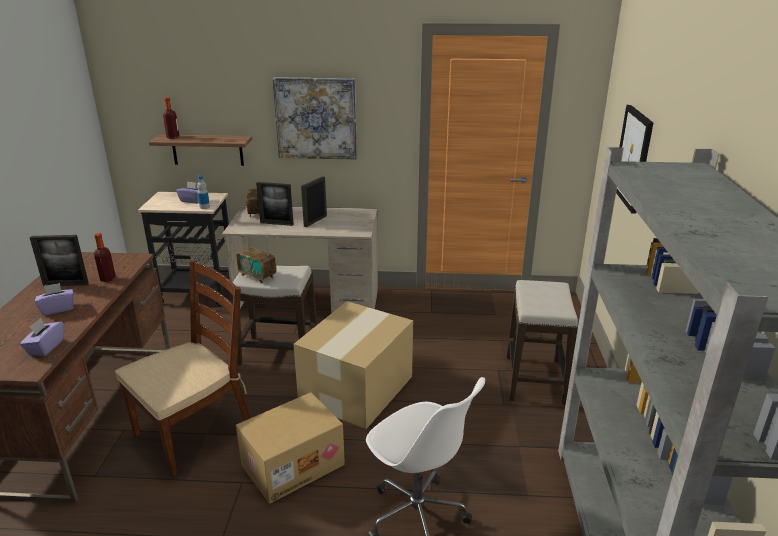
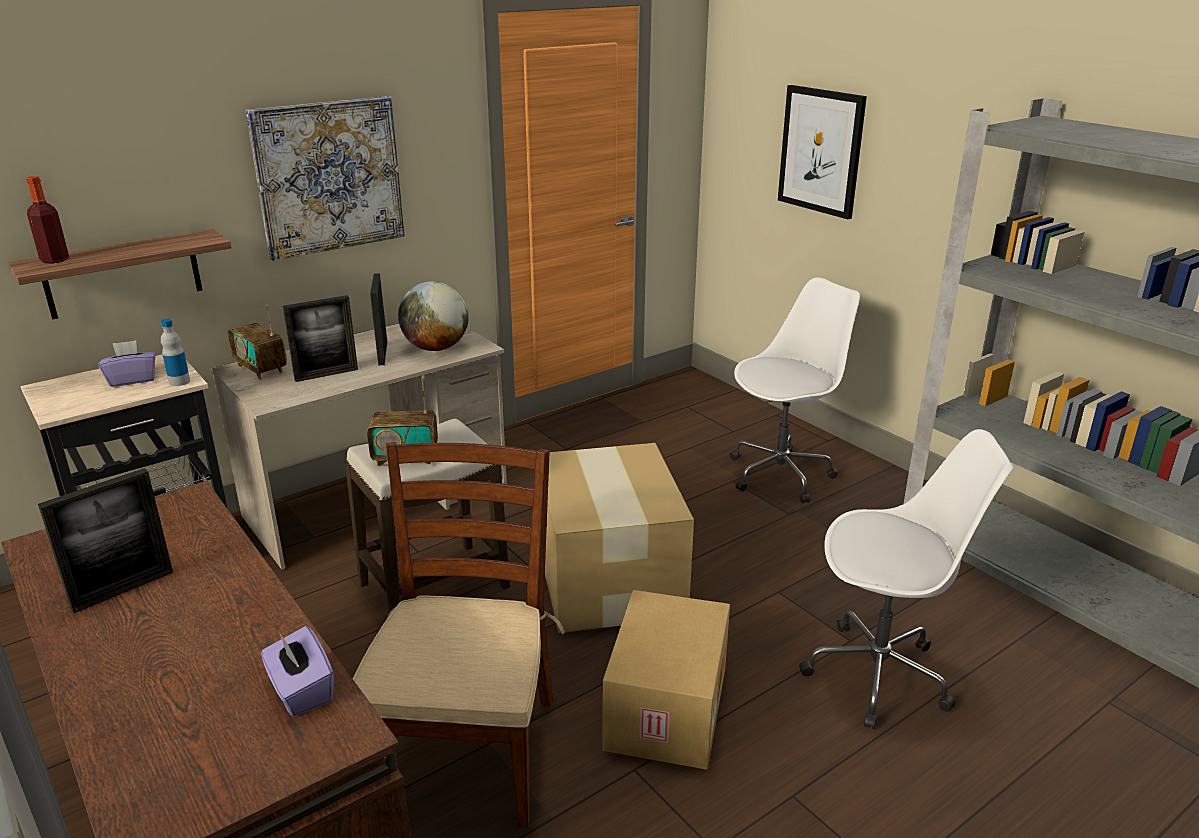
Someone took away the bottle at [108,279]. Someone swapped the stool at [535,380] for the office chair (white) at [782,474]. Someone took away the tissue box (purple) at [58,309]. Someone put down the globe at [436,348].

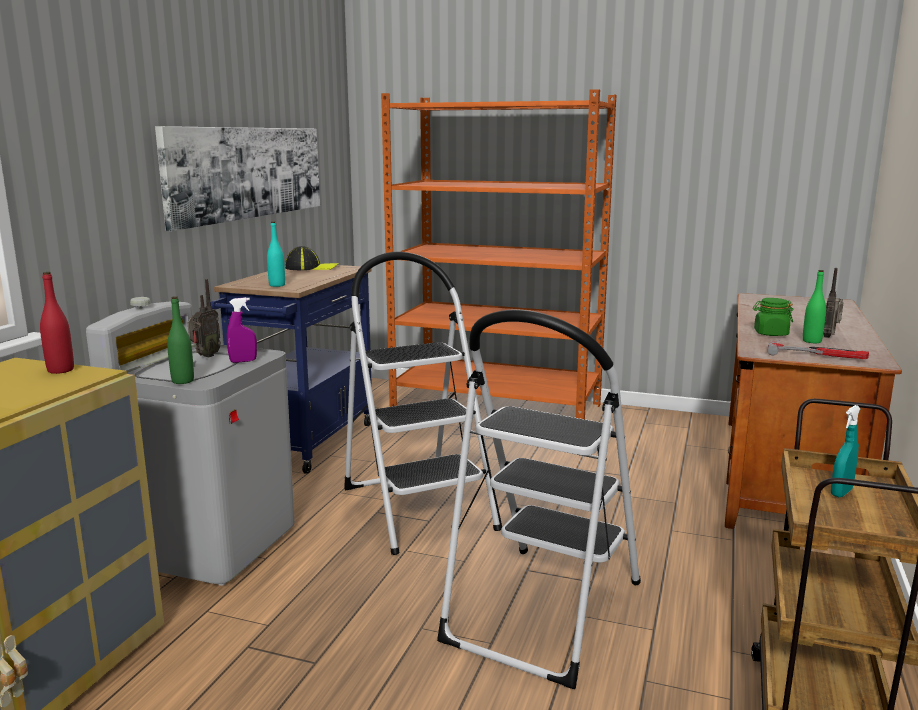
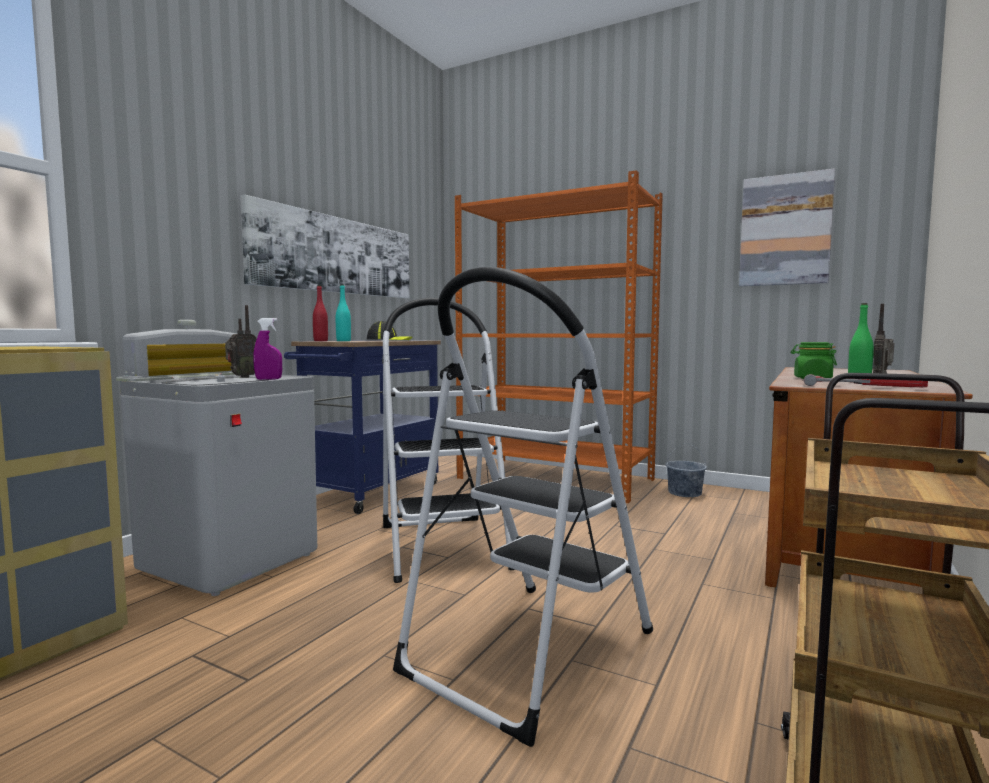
Someone carried the bottle (red) from [60,370] to [320,341]. Someone took away the bottle (green) at [183,381]. Someone took away the spray bottle (turquoise) at [841,492]. Someone put up the picture at [785,230]. Someone put down the bucket (grey) at [684,493].

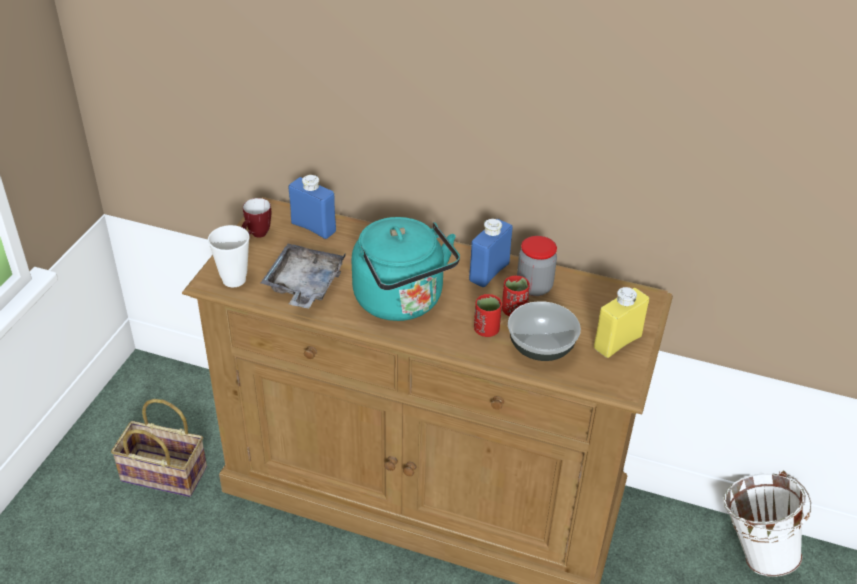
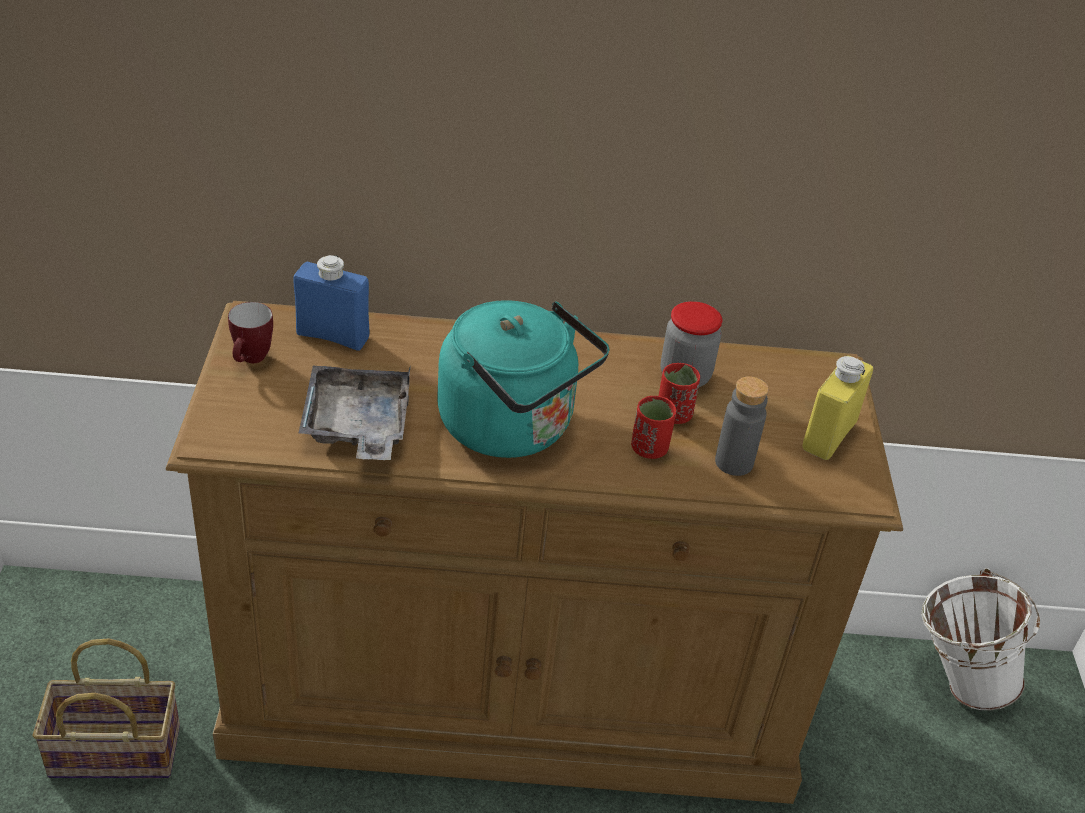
Someone took away the bottle (blue) at [489,272]. Someone took away the cup at [234,279]. Someone swapped the bowl at [540,348] for the bottle (grey) at [734,462].

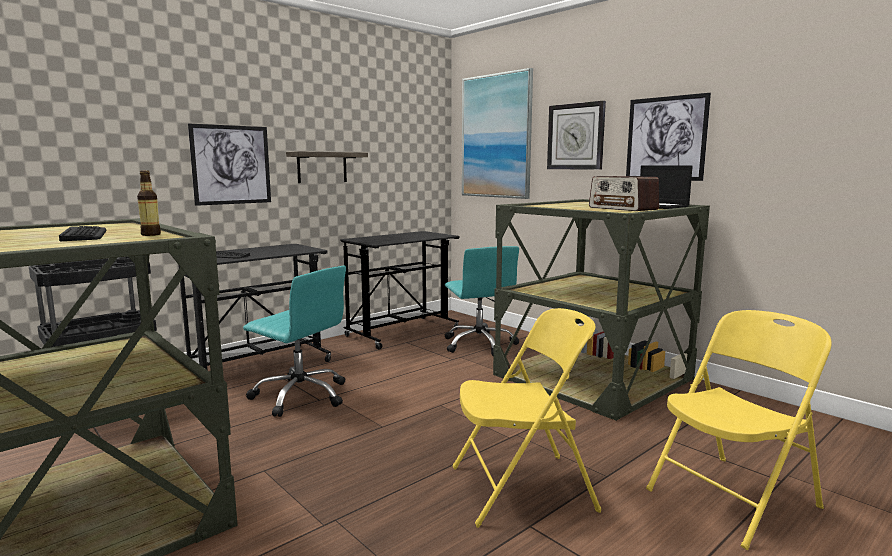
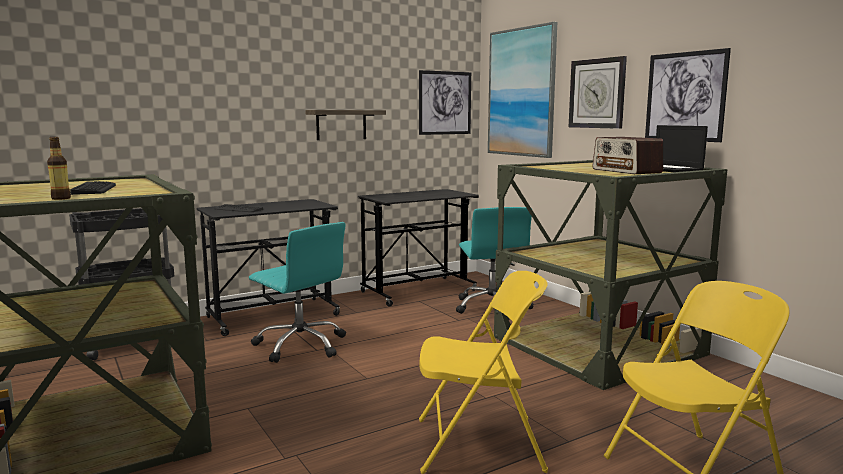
Someone carried the picture from [231,165] to [445,103]. Someone carried the bottle from [151,234] to [61,198].

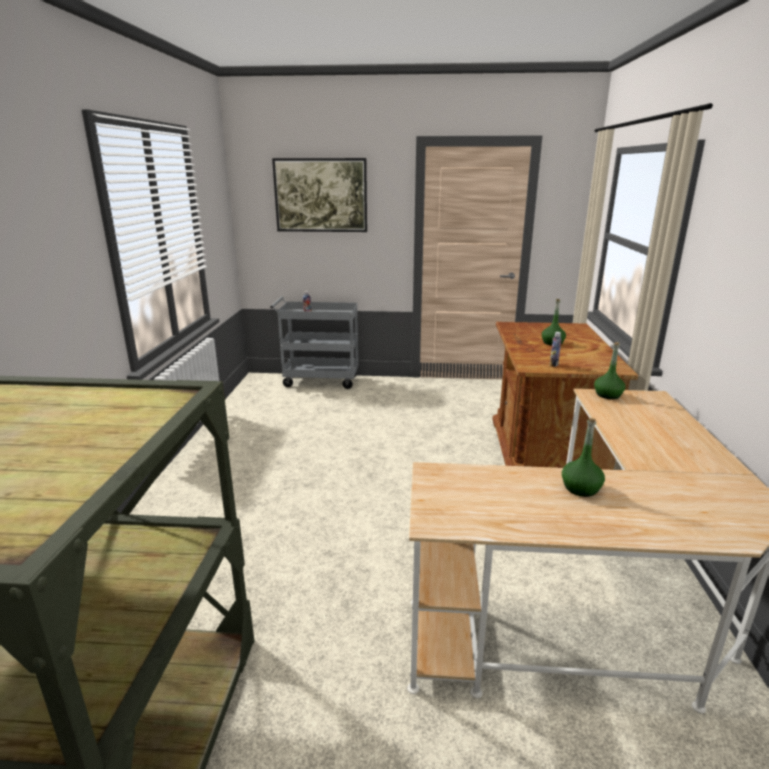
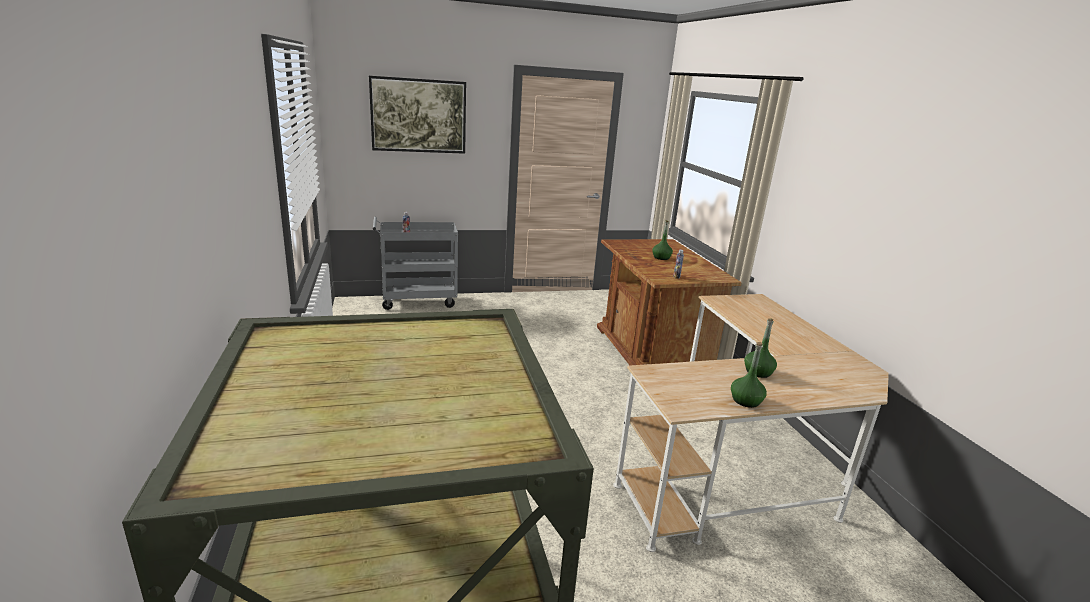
Someone carried the bottle (green) from [607,395] to [745,401].

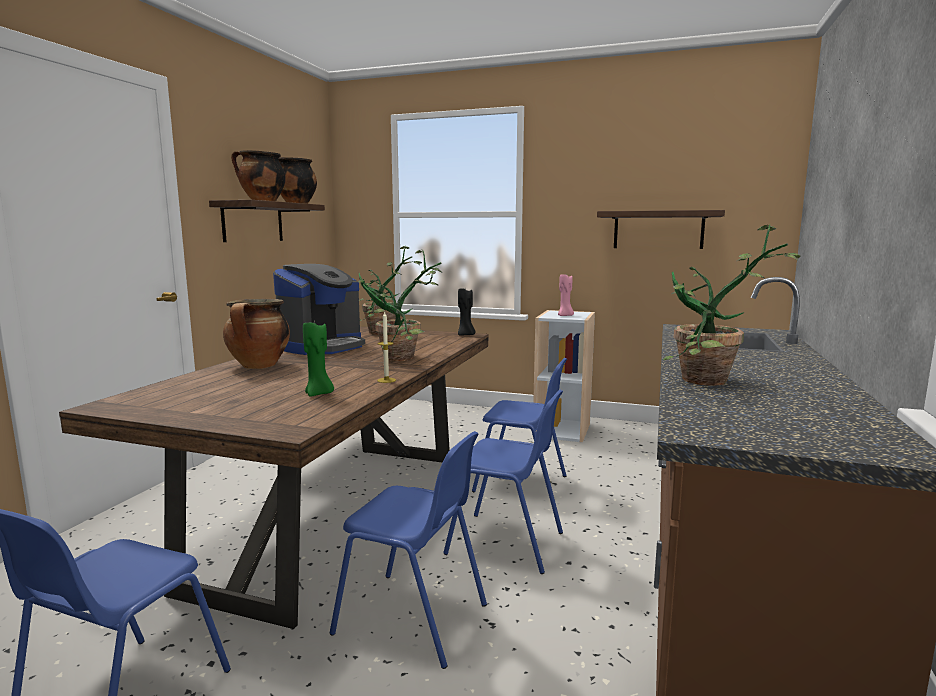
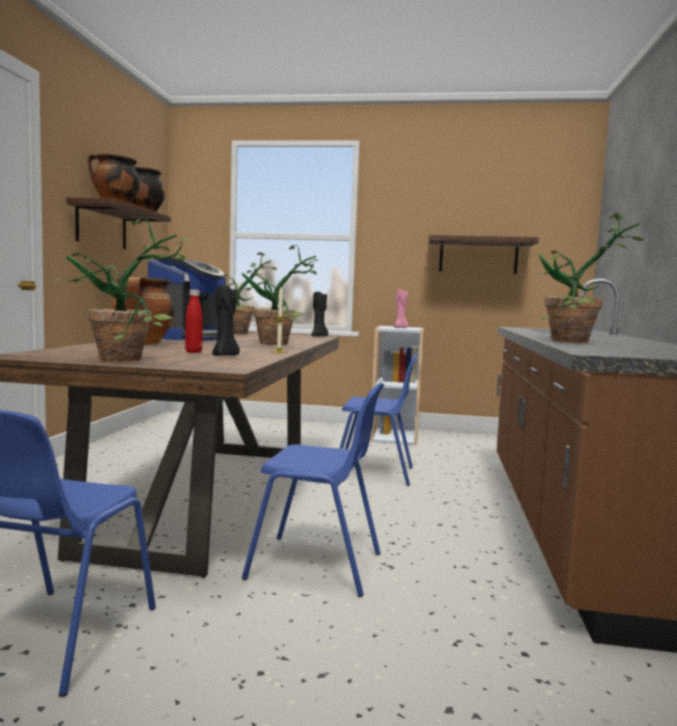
Someone repainted the candle (green) at [319,394], which became the candle (black) at [225,355]. Someone took away the chair (blue) at [506,543]. Someone put down the potted plant at [133,359]. Someone put down the bottle (red) at [193,352].

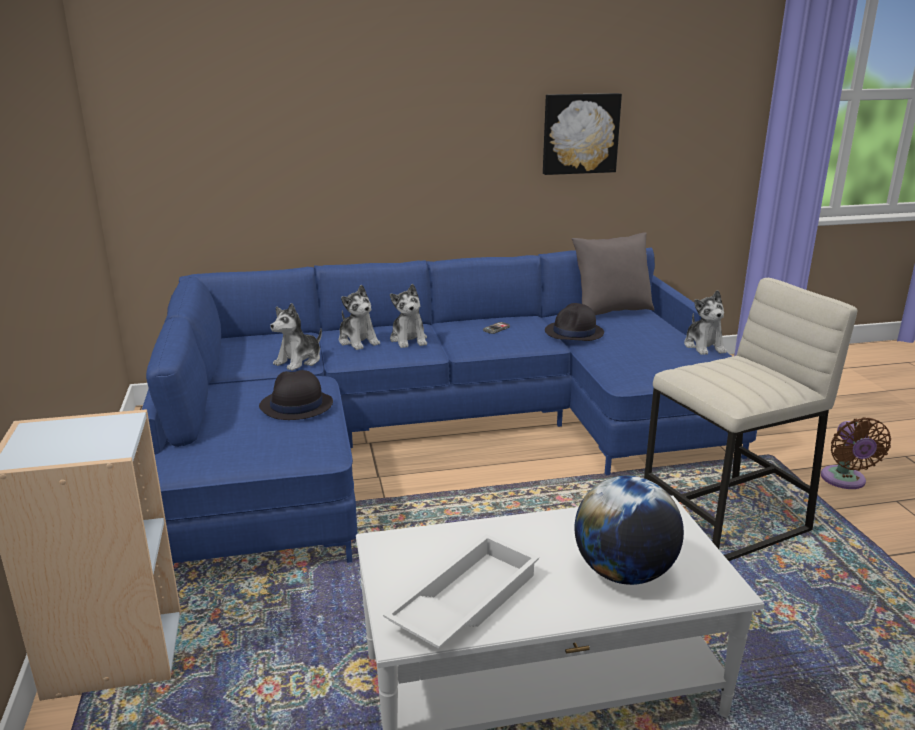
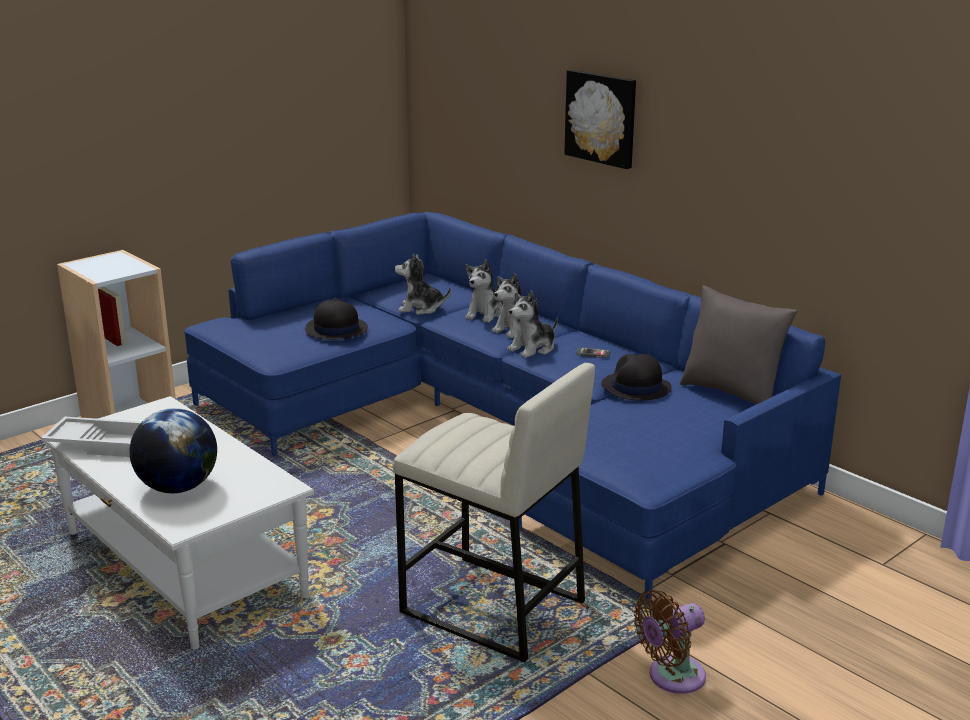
Someone carried the picture from [580,133] to [602,118]. Someone carried the plush toy from [704,346] to [533,348].

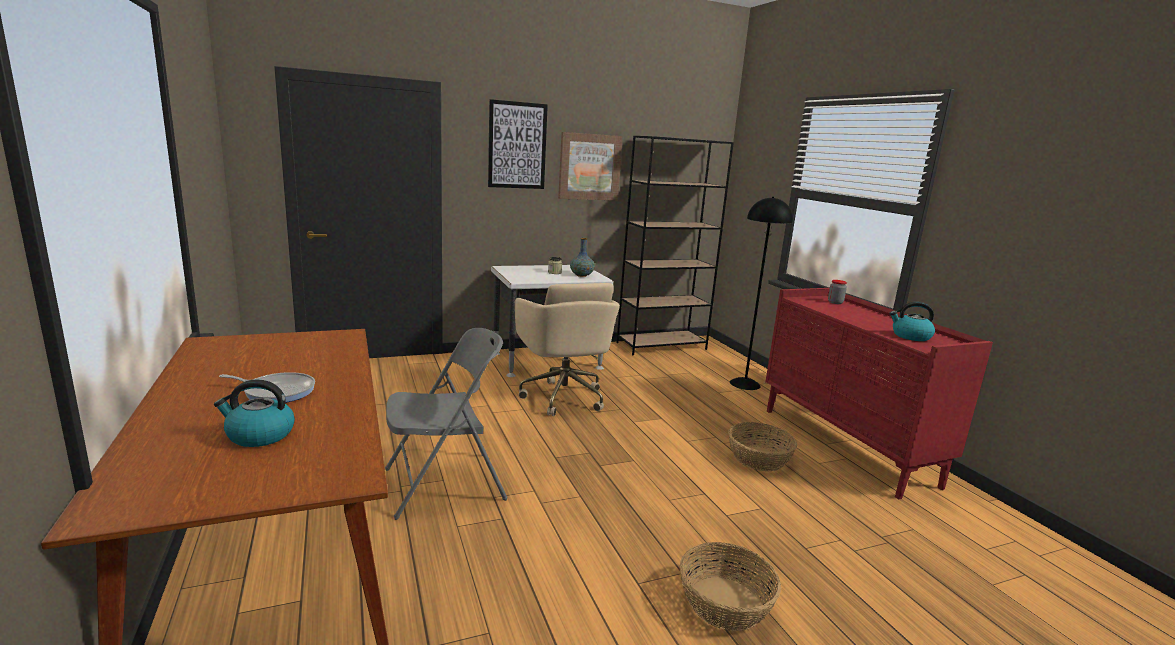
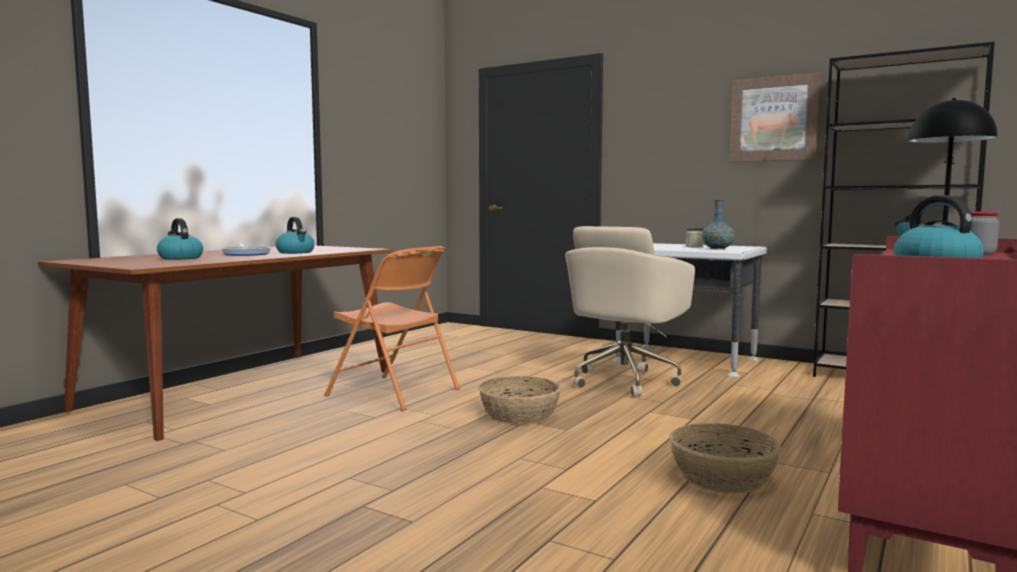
Someone took away the picture at [517,145]. Someone repainted the chair (grey) at [444,484], which became the chair (orange) at [393,393]. Someone carried the basket from [725,603] to [520,415]. Someone put down the kettle at [296,252].

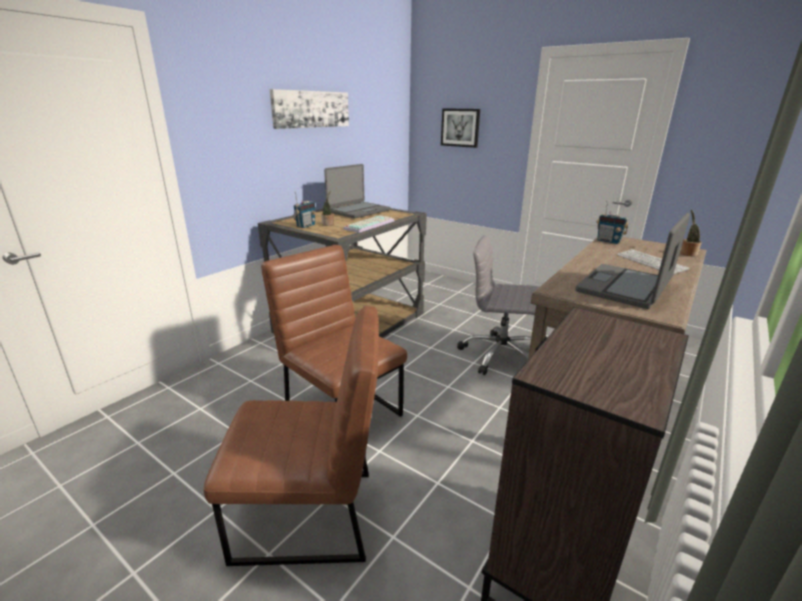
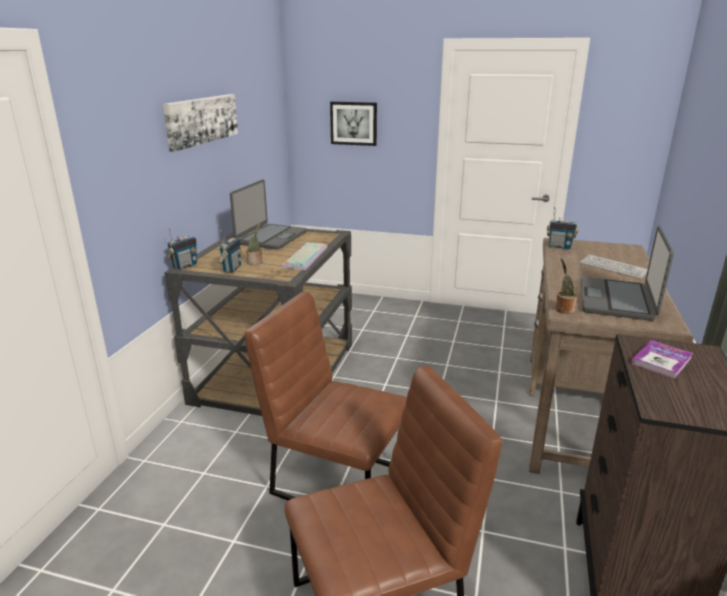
Someone carried the potted plant from [687,253] to [563,309]. Someone took away the office chair (grey) at [500,355]. Someone put down the radio at [185,266]. Someone put down the book at [661,360].

